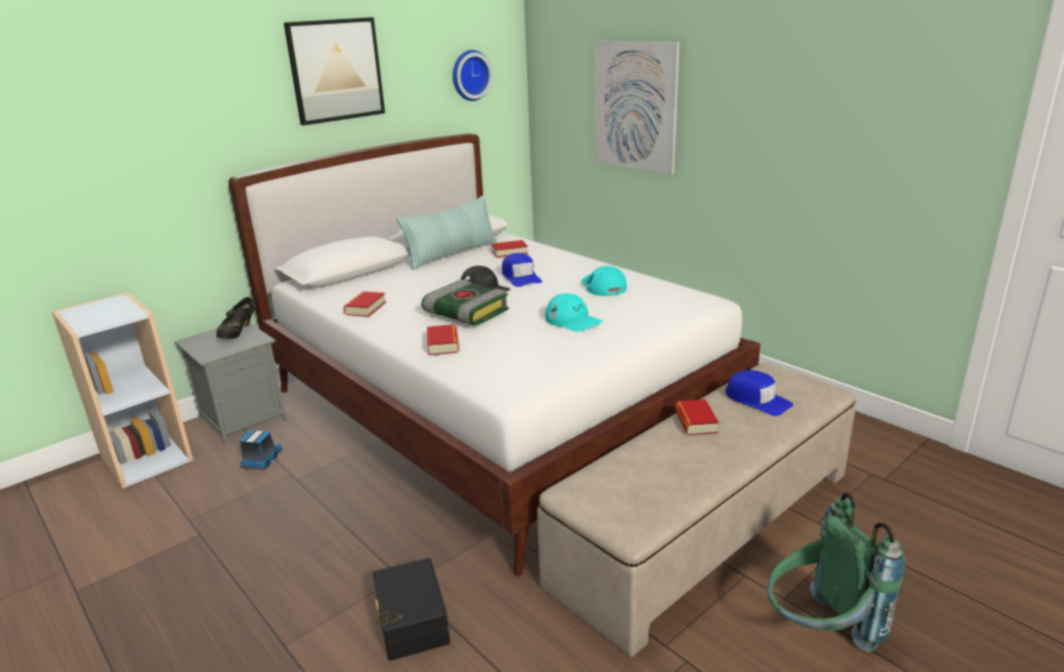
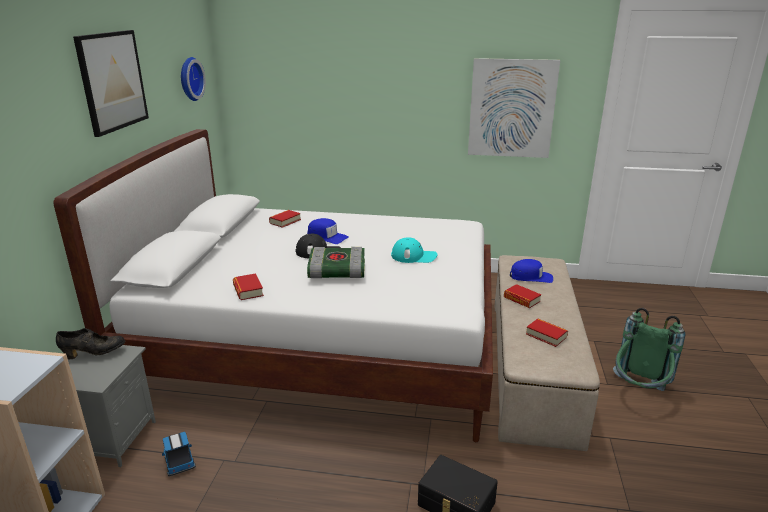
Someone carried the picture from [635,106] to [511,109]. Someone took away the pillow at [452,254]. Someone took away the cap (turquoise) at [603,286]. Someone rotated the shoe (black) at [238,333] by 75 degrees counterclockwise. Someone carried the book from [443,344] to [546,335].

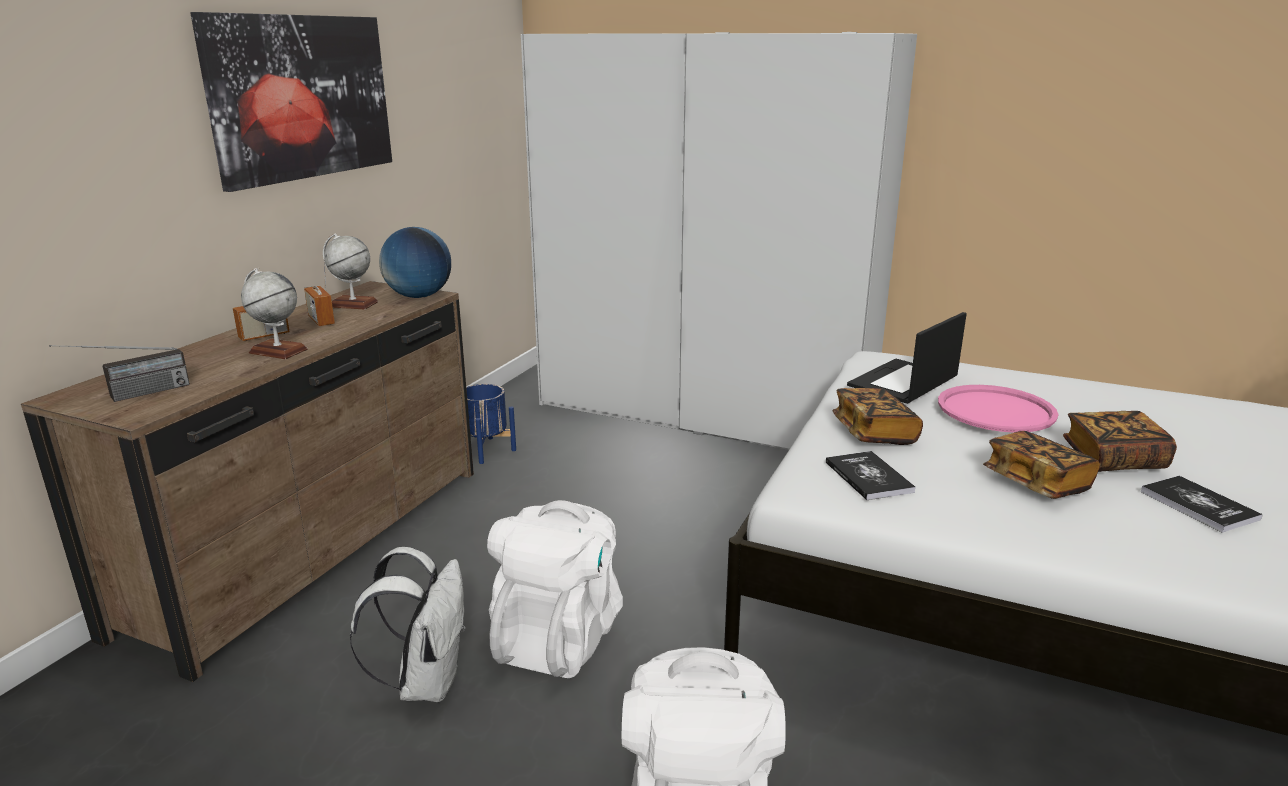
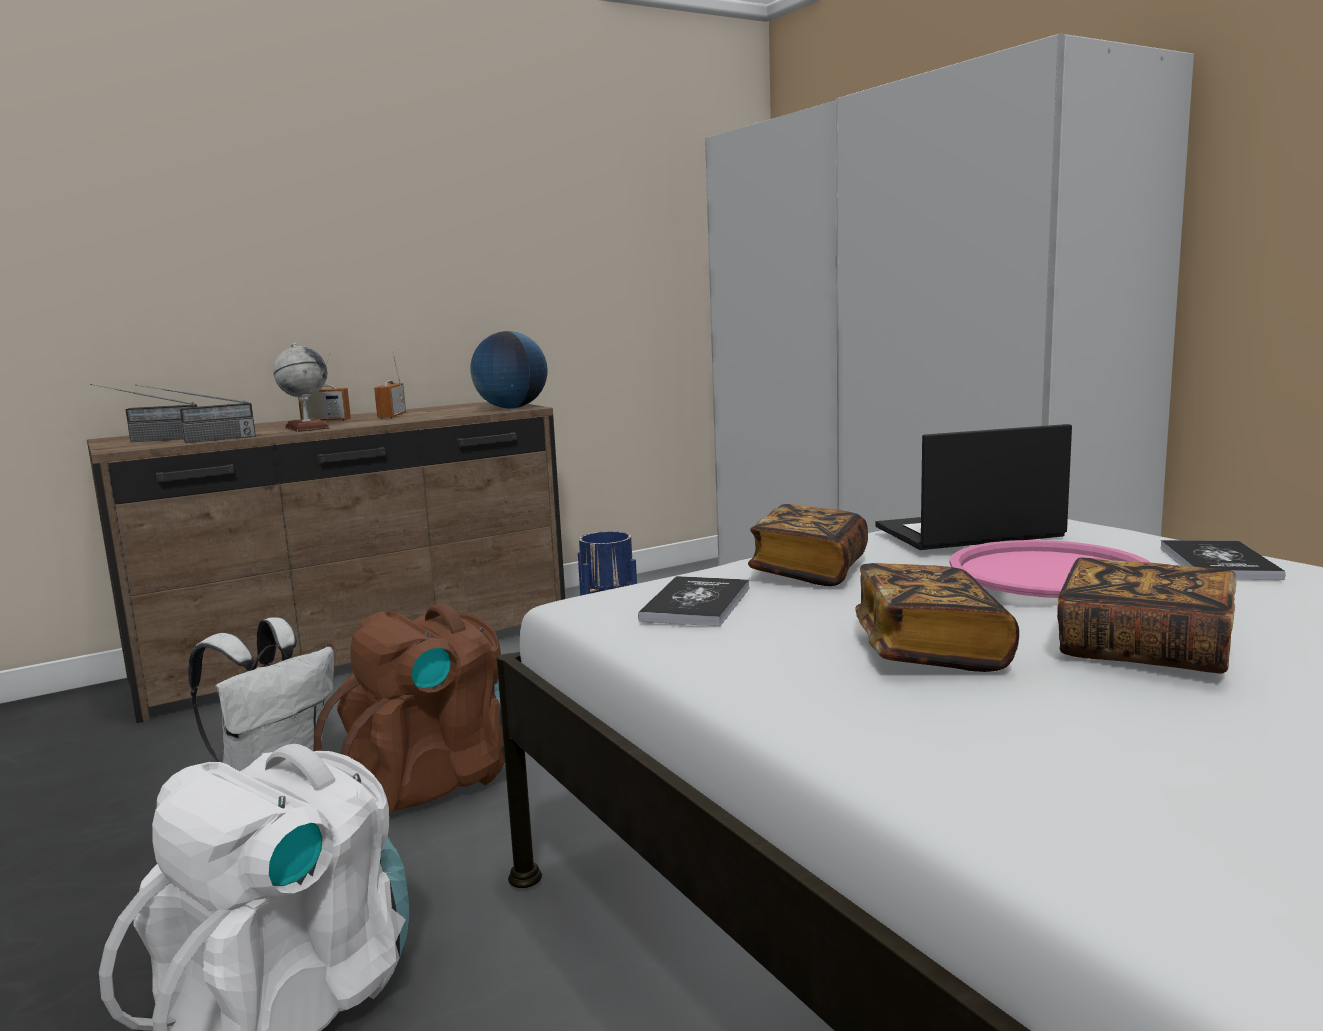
Someone took away the picture at [302,97]. Someone took away the globe at [353,304]. Someone carried the book from [1198,505] to [1218,563]. Someone repainted the backpack (white) at [559,637], which became the backpack (brown) at [432,779]. Someone put down the radio at [201,441].

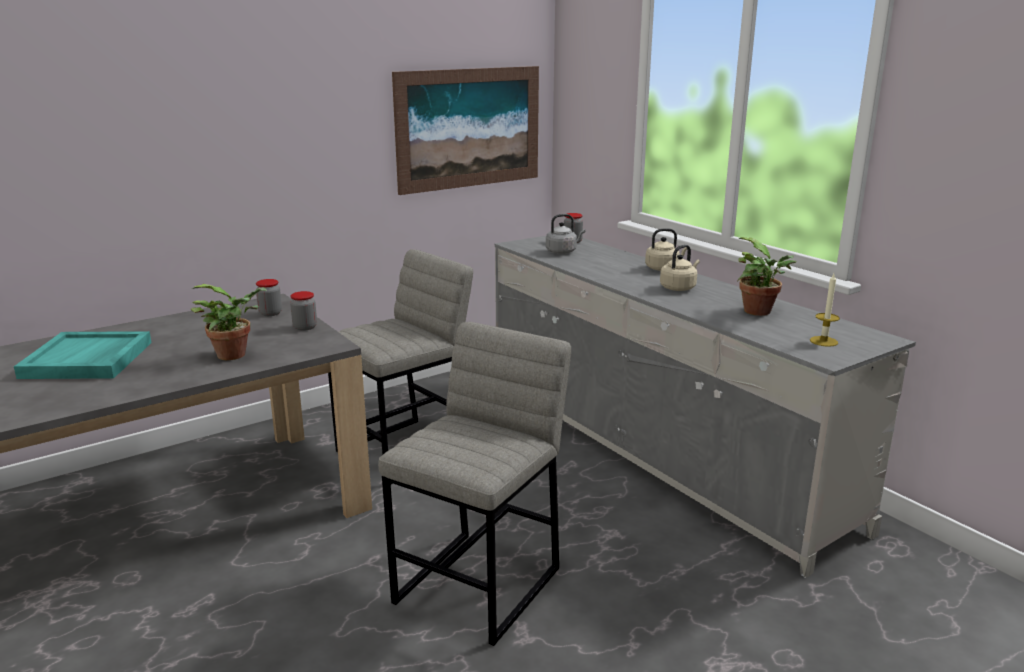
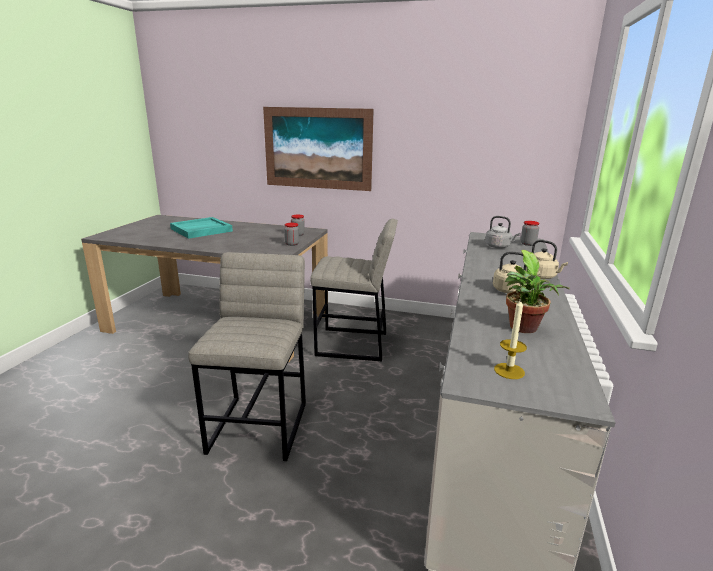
Someone carried the picture from [469,128] to [317,148]. Someone took away the potted plant at [235,354]. Someone rotated the chair (grey) at [480,582] by 75 degrees counterclockwise.

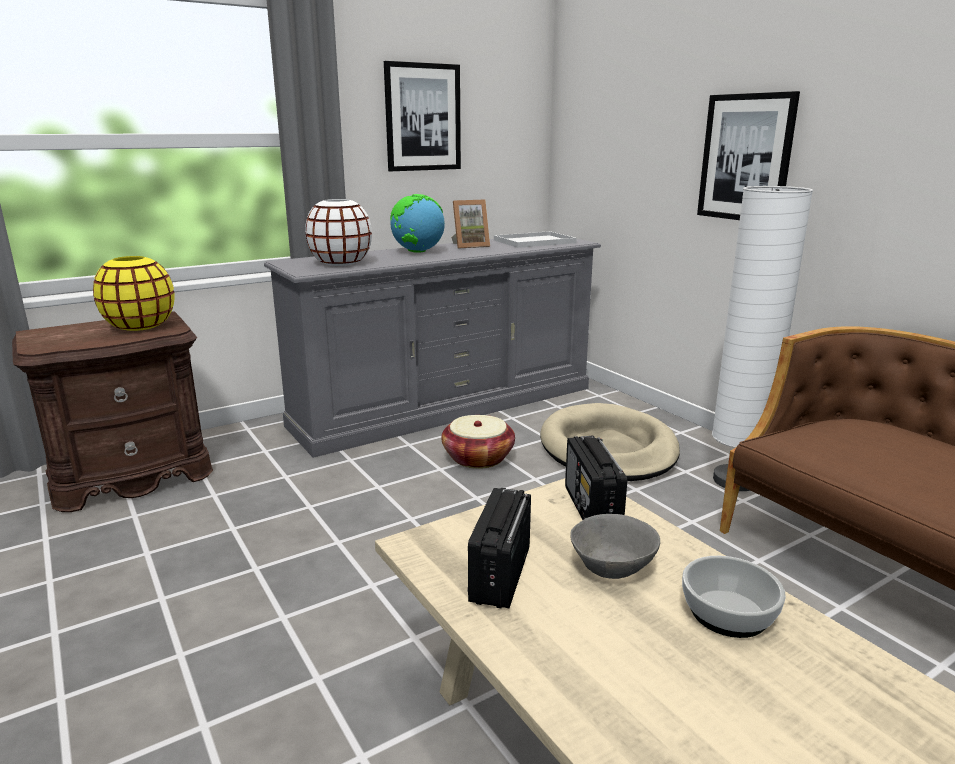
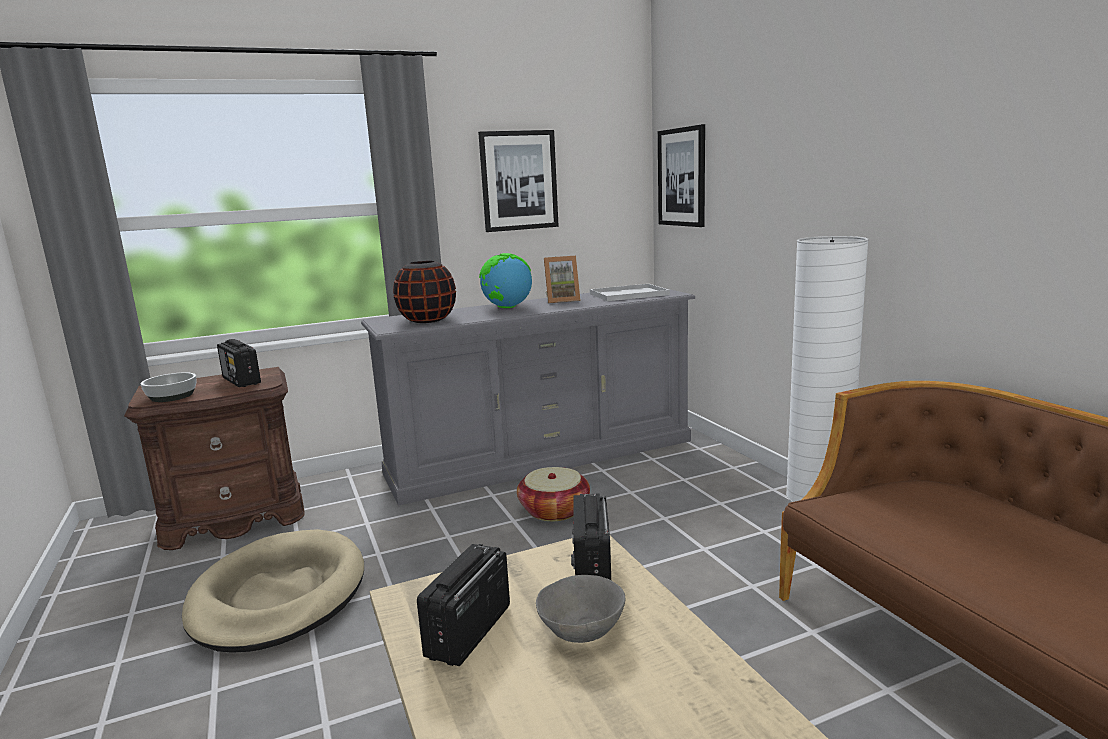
Someone carried the picture from [746,158] to [682,177]. Someone repainted the vase (white) at [340,263], which became the vase (black) at [427,320]. Someone swapped the vase (yellow) at [140,326] for the radio at [241,381]. Someone carried the dog bed (beige) from [608,449] to [278,596]. Someone carried the bowl from [727,612] to [172,396].

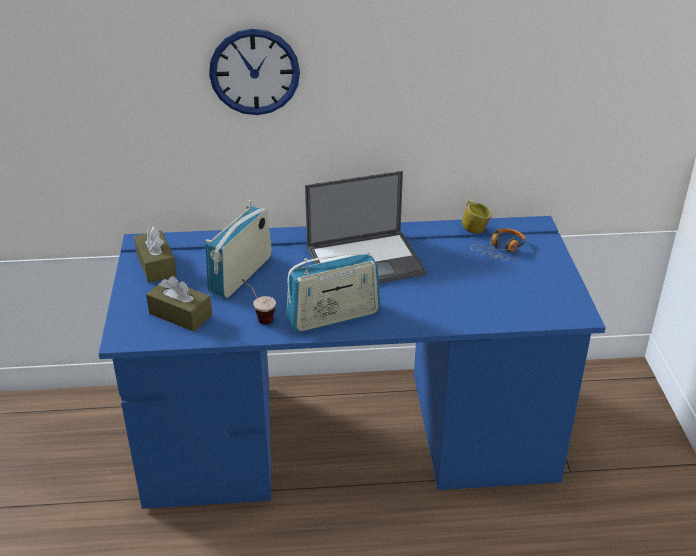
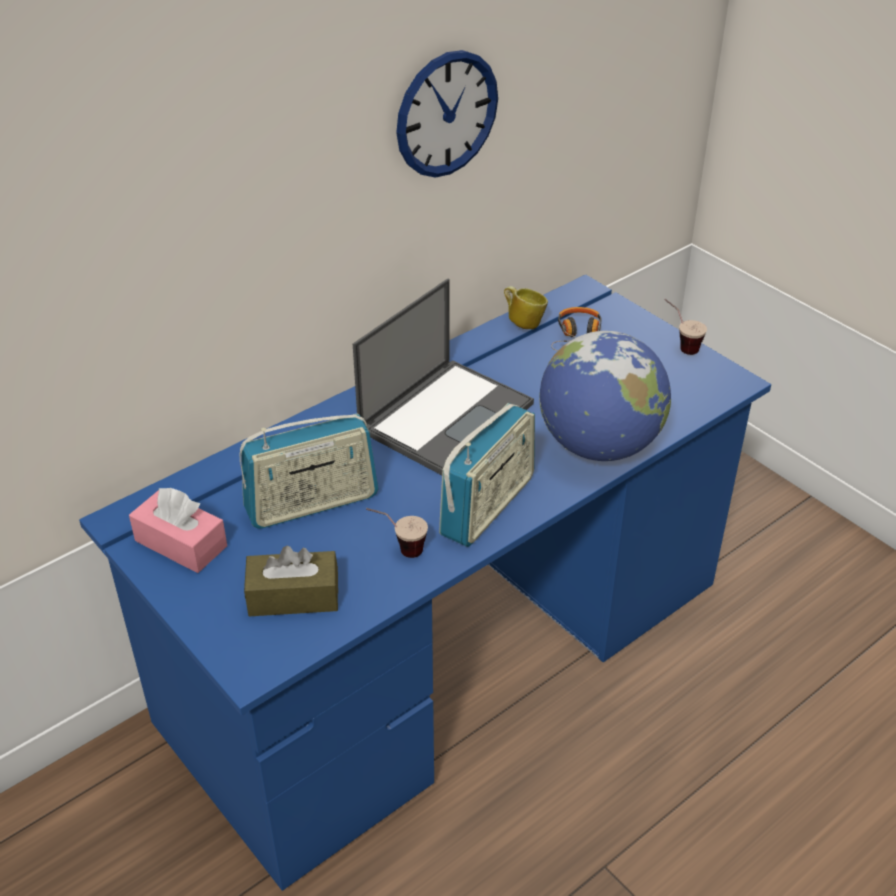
Someone carried the wall clock from [254,72] to [446,114]. Someone rotated the radio at [241,274] by 105 degrees counterclockwise. Someone repainted the tissue box (brown) at [156,265], which became the tissue box (pink) at [181,543]. Someone put down the cup at [679,345]. Someone put down the globe at [599,446].

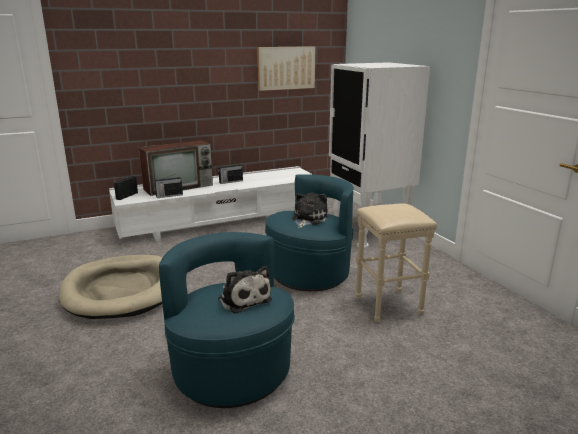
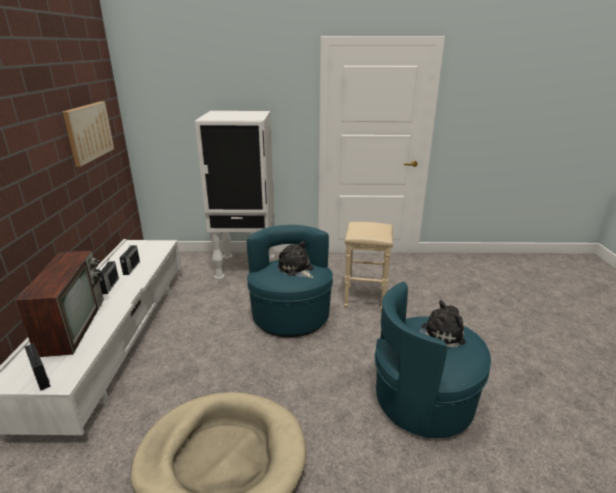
Someone carried the radio from [169,196] to [131,268].

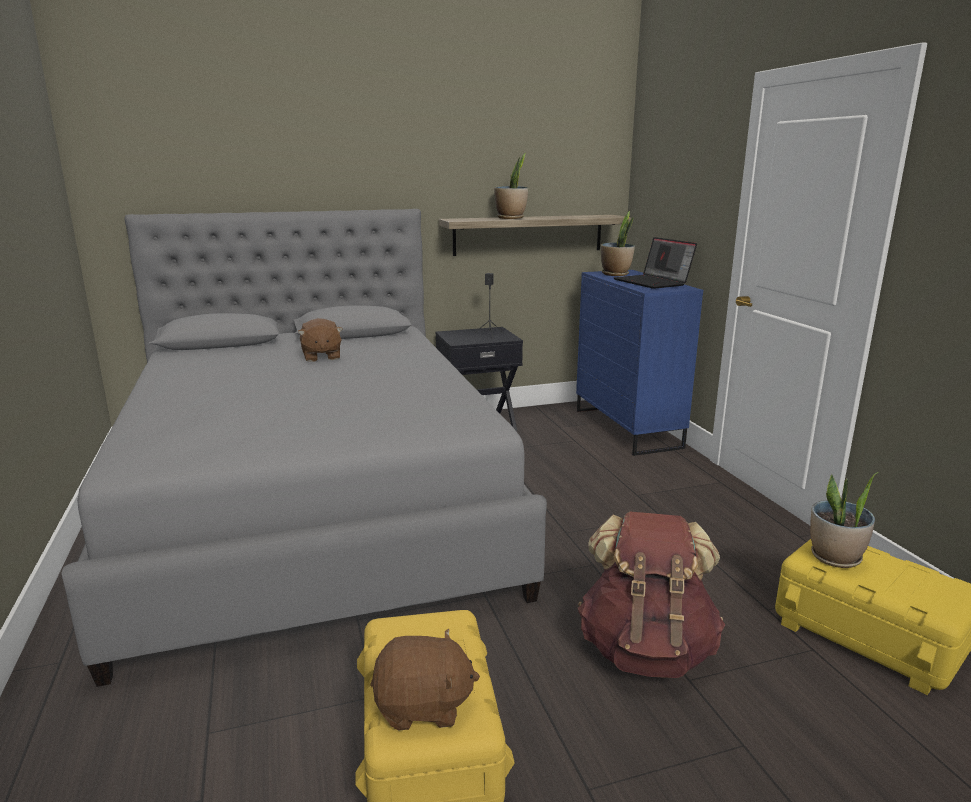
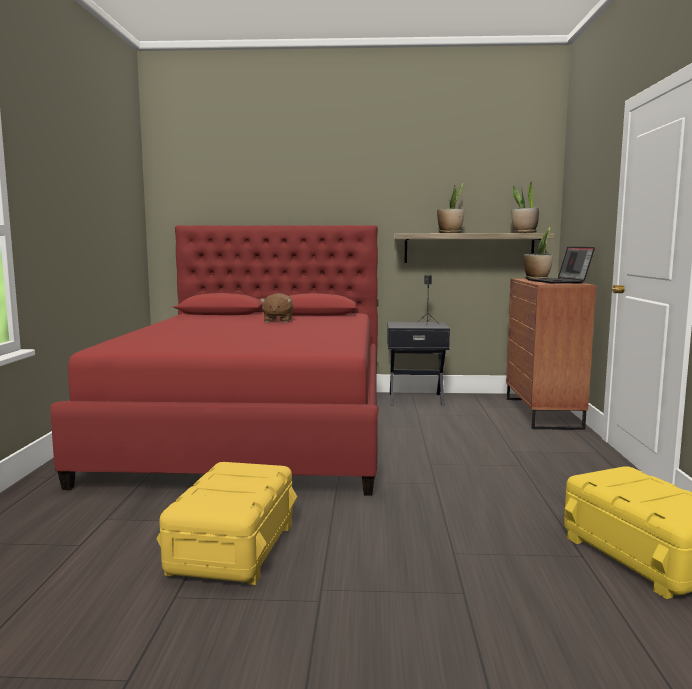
Someone repainted the bed (grey) at [314,508], which became the bed (red) at [255,430]. Someone repainted the dresser (blue) at [628,428], which became the dresser (brown) at [543,413]. Someone carried the potted plant from [835,558] to [524,233]. Someone took away the backpack (brown) at [646,649]. Someone took away the plush toy (brown) at [423,706].

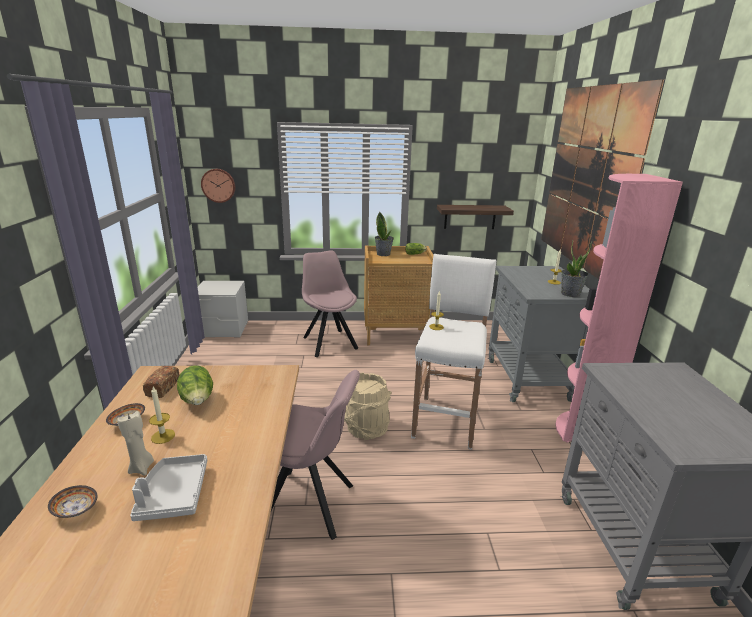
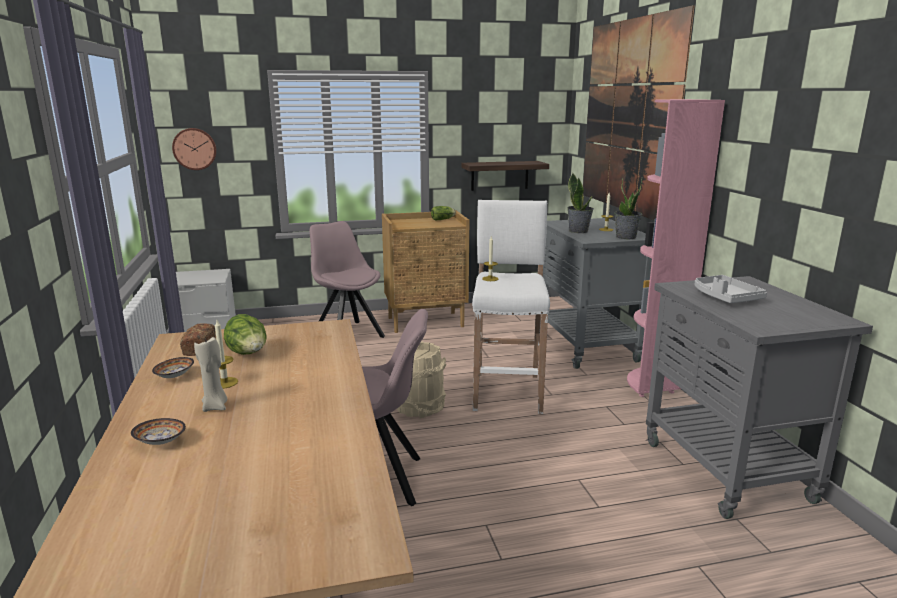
Someone carried the potted plant from [383,254] to [578,231]. Someone carried the tray (grey) from [173,495] to [725,298].

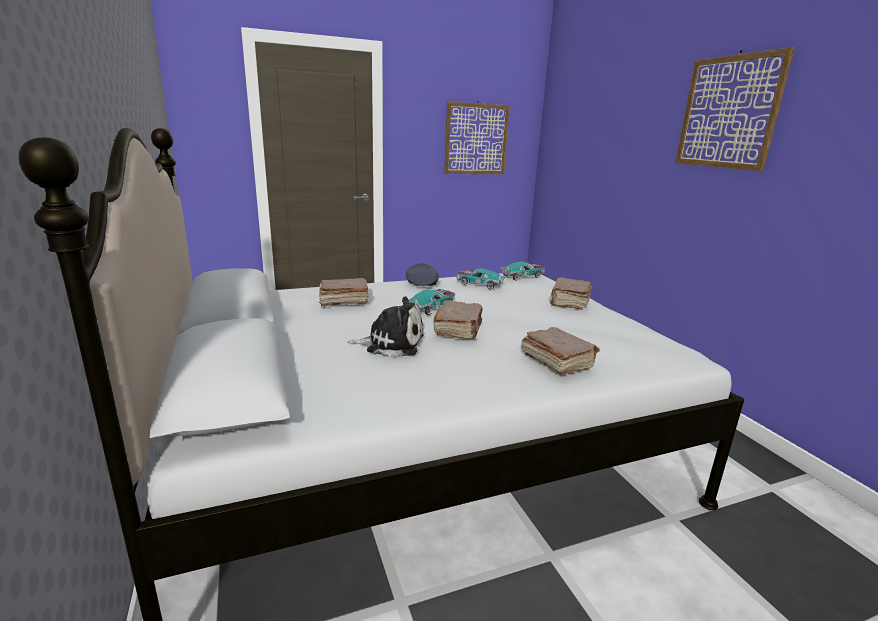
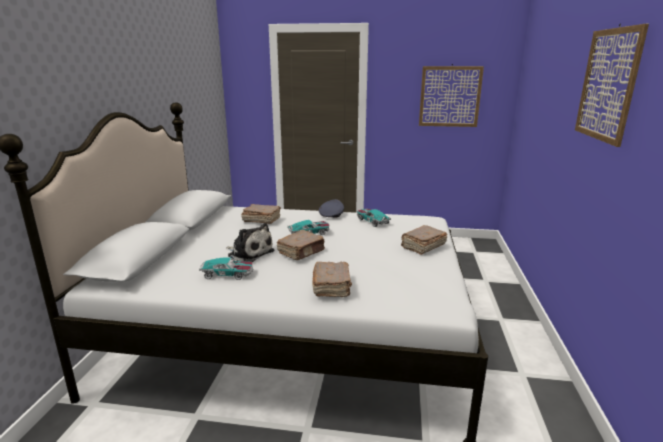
Someone carried the toy car from [523,276] to [228,274].

